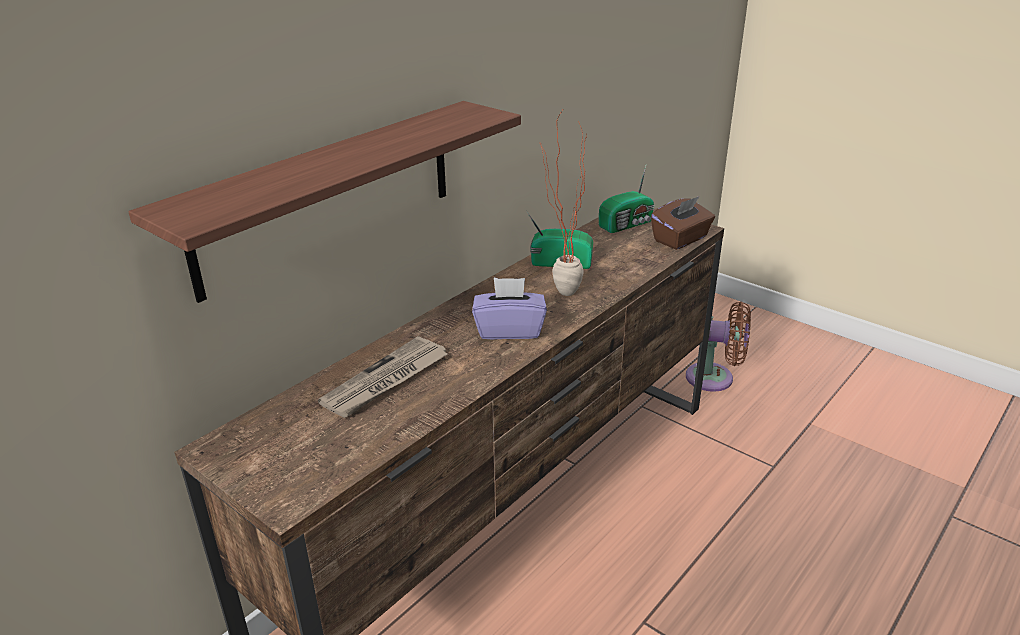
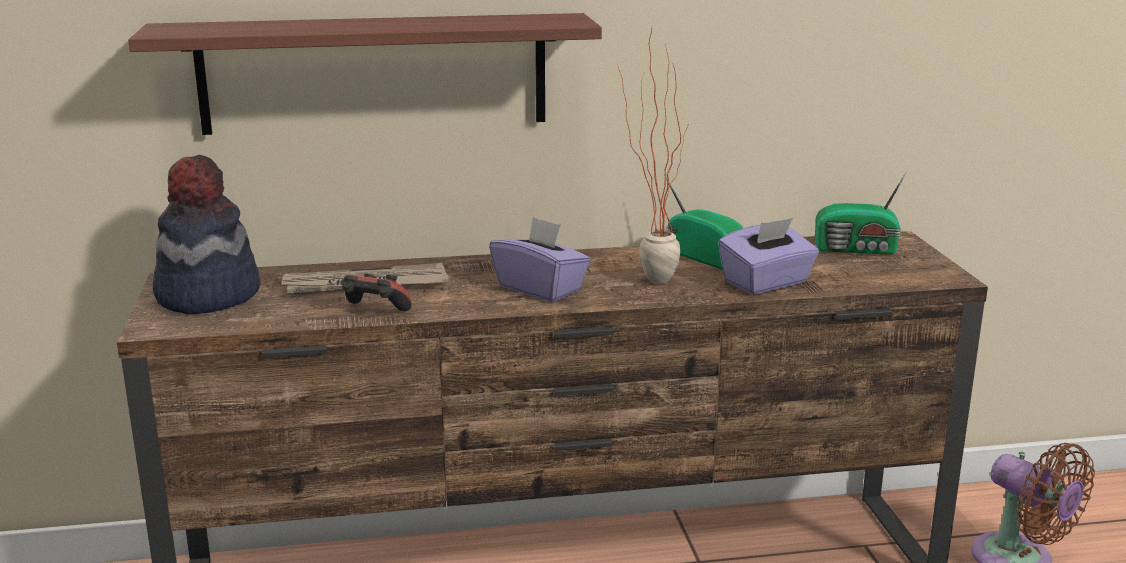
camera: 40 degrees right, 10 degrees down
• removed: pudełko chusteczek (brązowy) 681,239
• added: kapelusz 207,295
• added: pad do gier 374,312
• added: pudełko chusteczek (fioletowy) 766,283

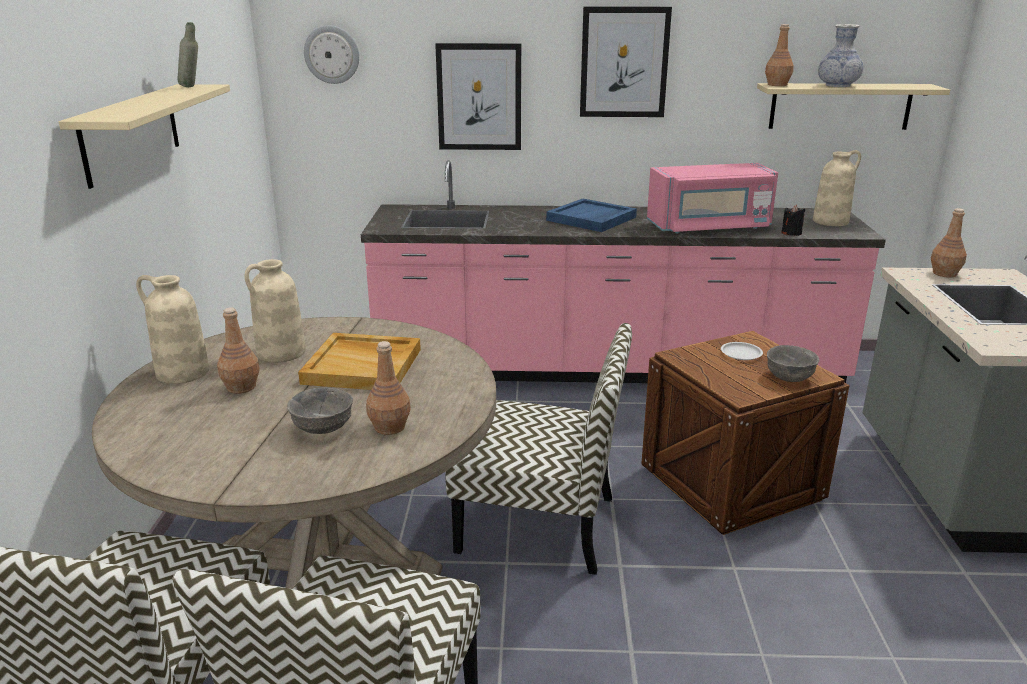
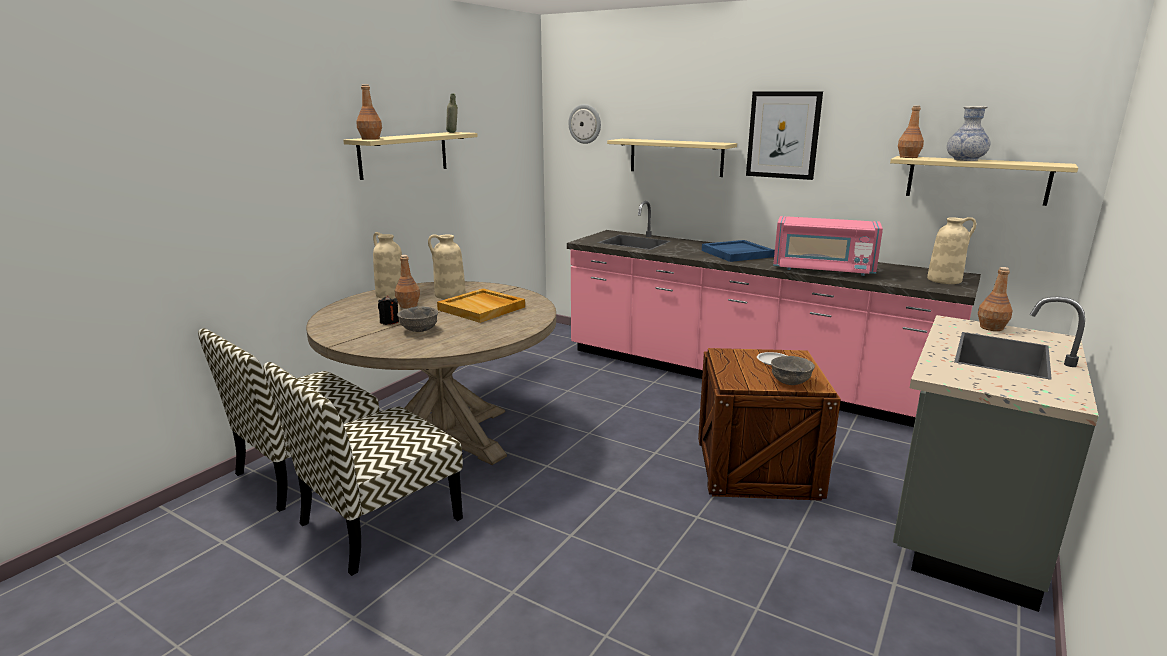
camera: 30 degrees right, 5 degrees down
• removed: krzesło 540,524
• moved: butelka (brązowy) 389,427 to 370,139
• moved: świeca (czarny) 791,233 to 389,322
• replaced: obraz 479,97 to półka (beżowy) 676,157

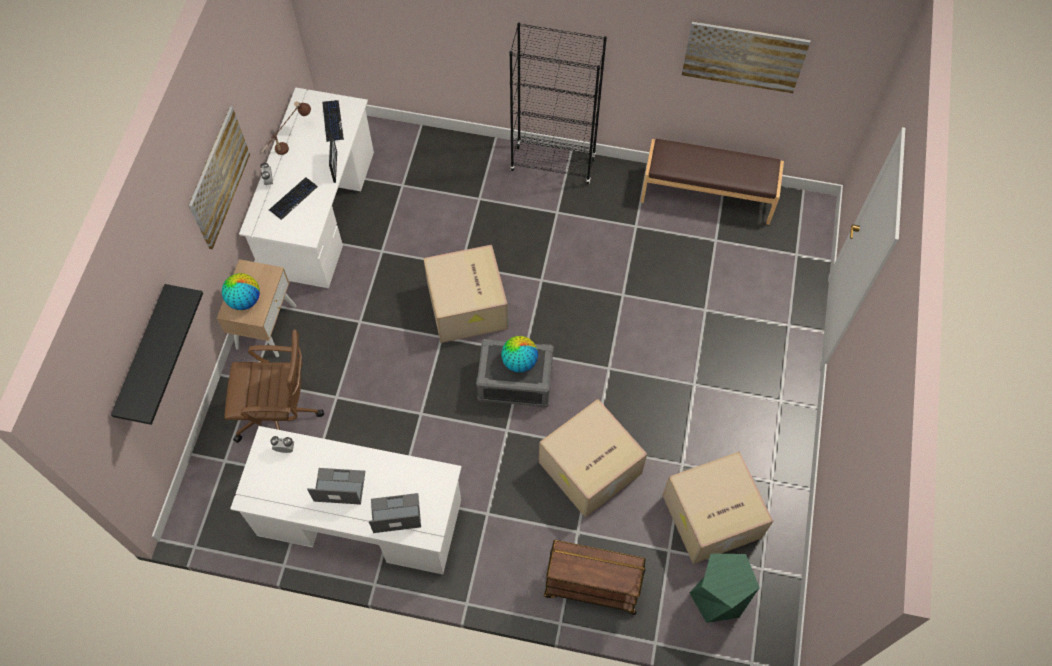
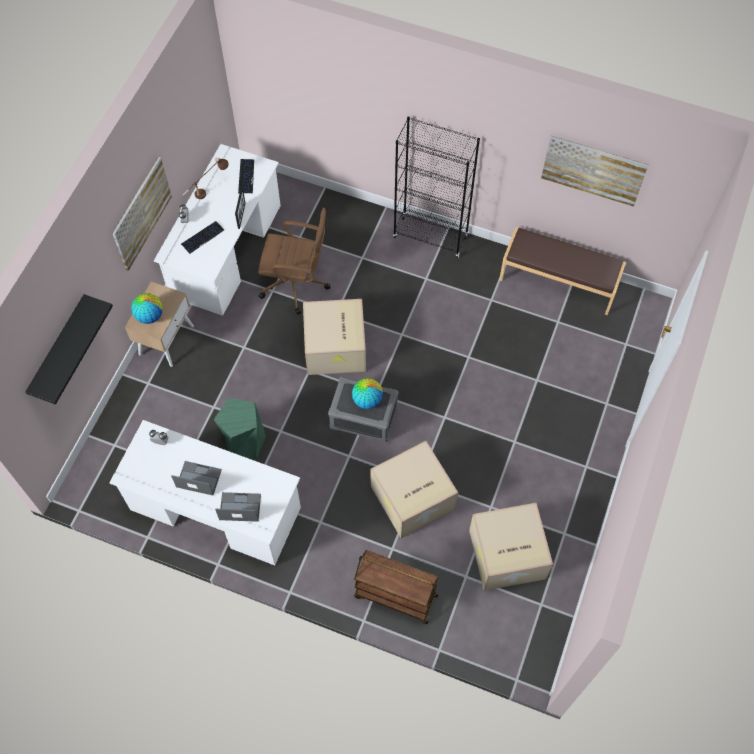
camera: 10 degrees right, 0 degrees up
• moved: krzesło biurowe (brązowy) 280,415 to 296,284
• moved: stołek (zielony) 717,597 to 244,442

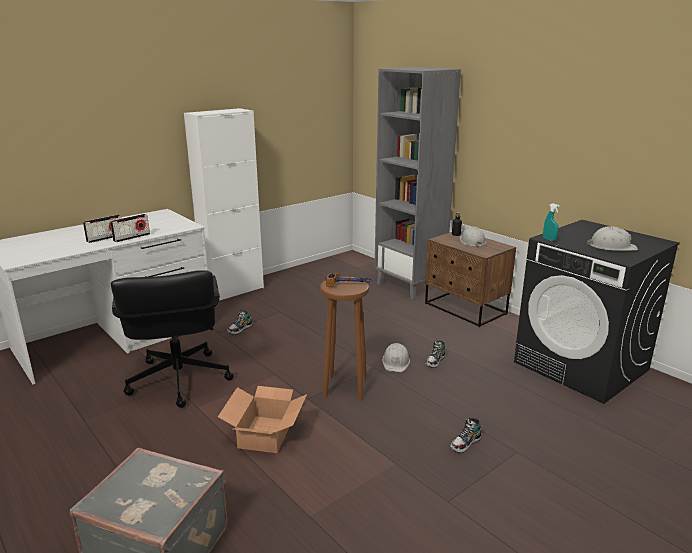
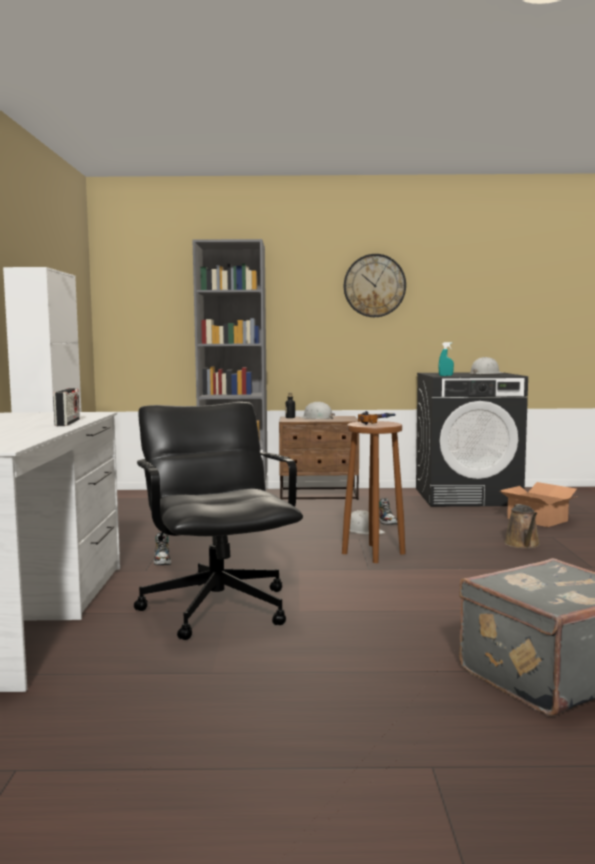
camera: 50 degrees left, 15 degrees down
• removed: radio 105,238
• added: zegar ścienny 374,285
• moved: karton 266,434 to 537,519
• replaced: but 465,444 to konewka (brązowy) 523,545
• turned: krzesło biurowe (czarny) 178,380 = 218,608 135 degrees counterclockwise

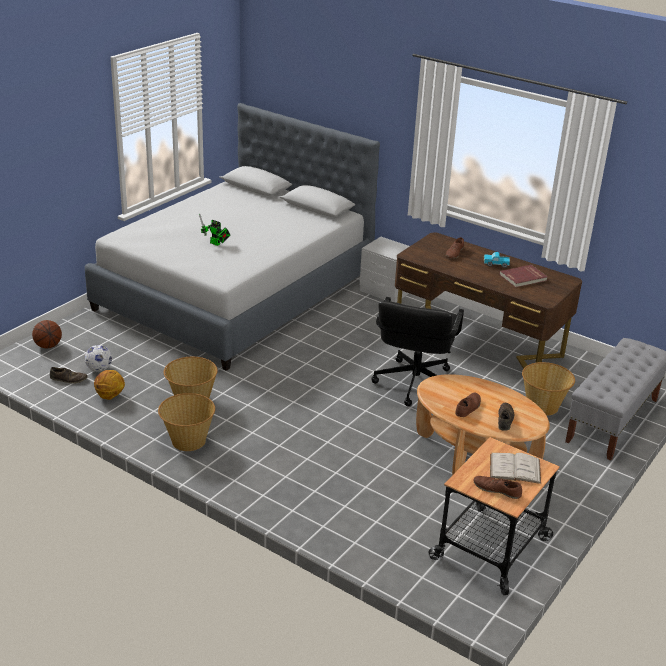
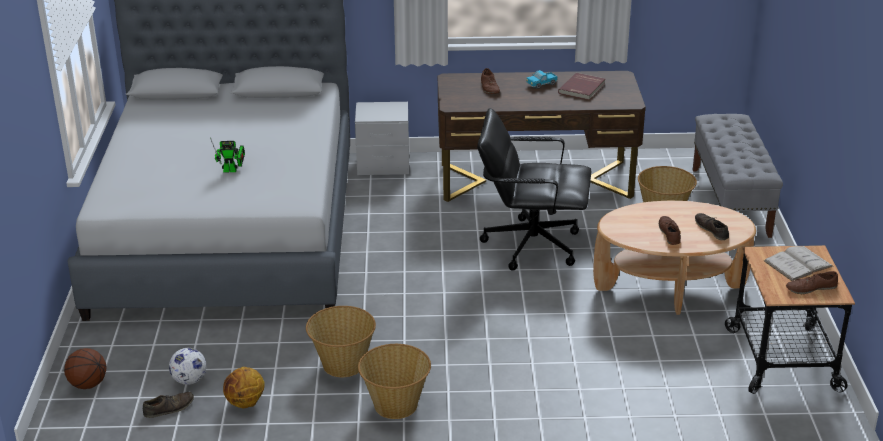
camera: 35 degrees left, 0 degrees up
• turned: krzesło biurowe (czarny) 414,383 = 531,245 120 degrees clockwise

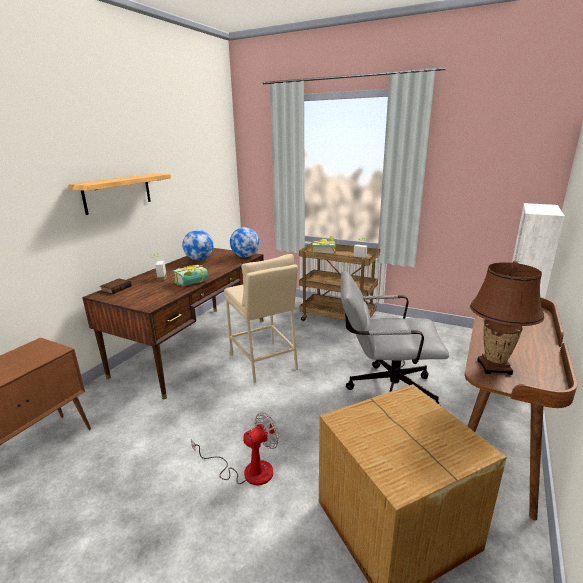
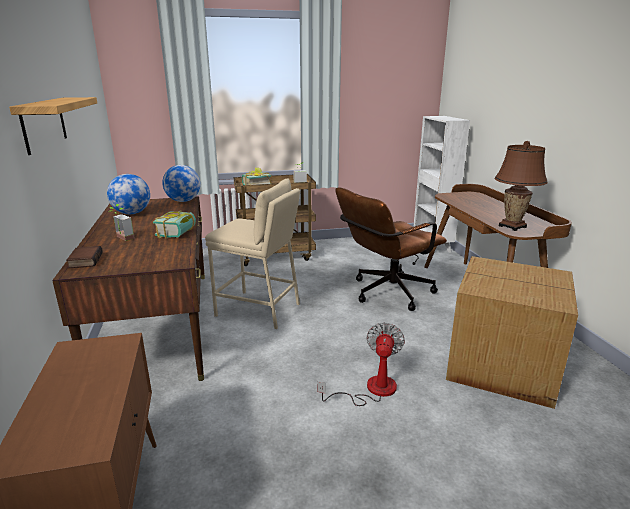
camera: 40 degrees left, 0 degrees up
• recoloured: krzesło biurowe (szary) 384,390 to krzesło biurowe (brązowy) 386,293

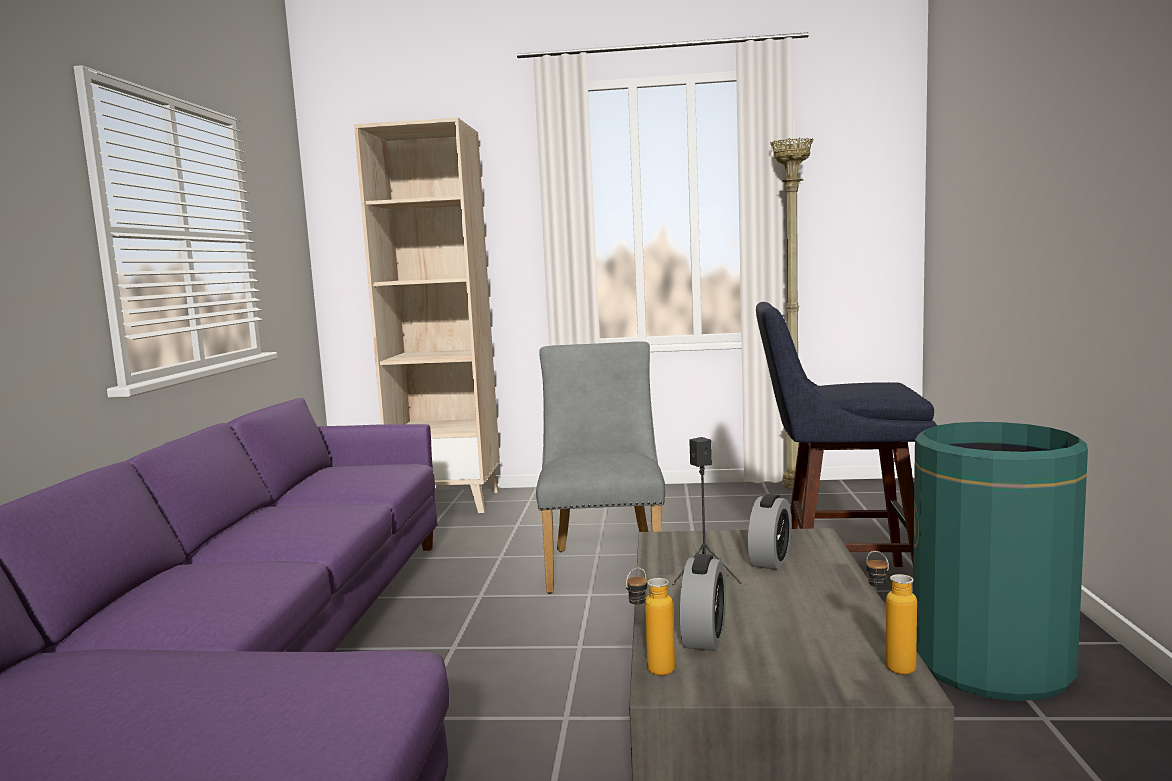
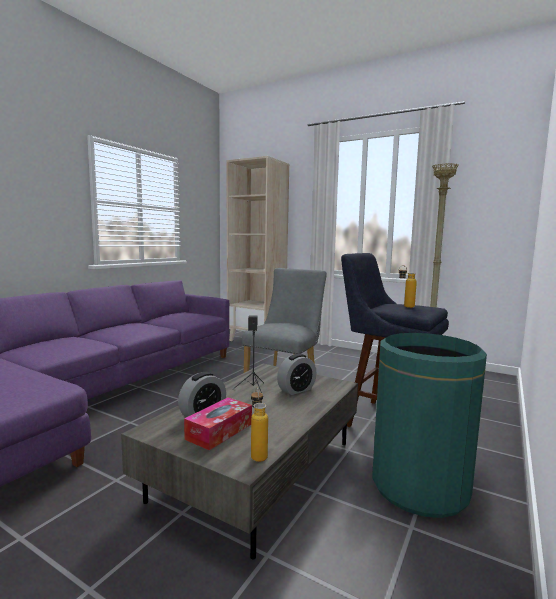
camera: 25 degrees right, 0 degrees up
• added: pudełko chusteczek 219,431
• moved: butelka 651,673 to 405,307

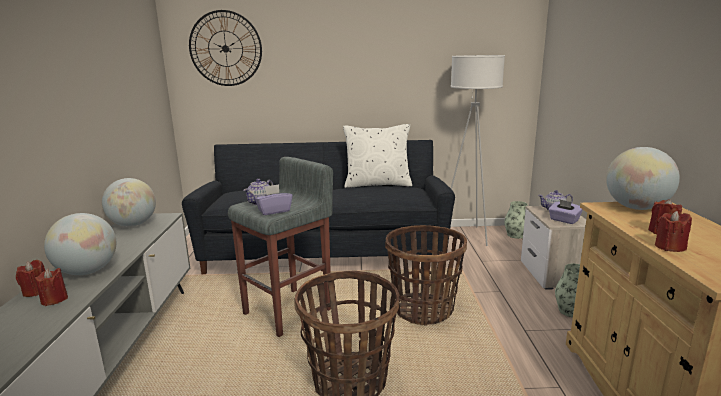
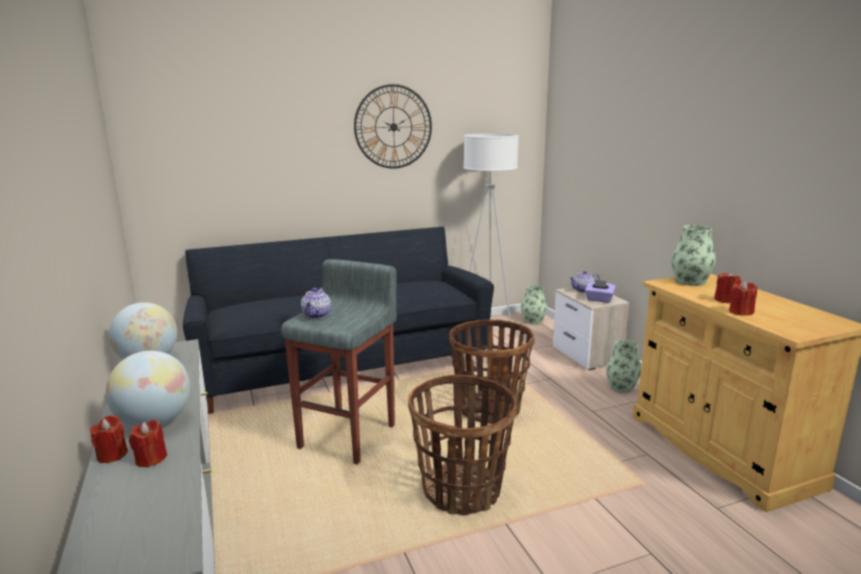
camera: 20 degrees left, 0 degrees up
• removed: pudełko chusteczek (fioletowy) 274,211
• removed: poduszka (biały) 377,184
• moved: zegar ścienny 225,48 to 393,127
• replaced: globus 636,208 to wazon 690,281

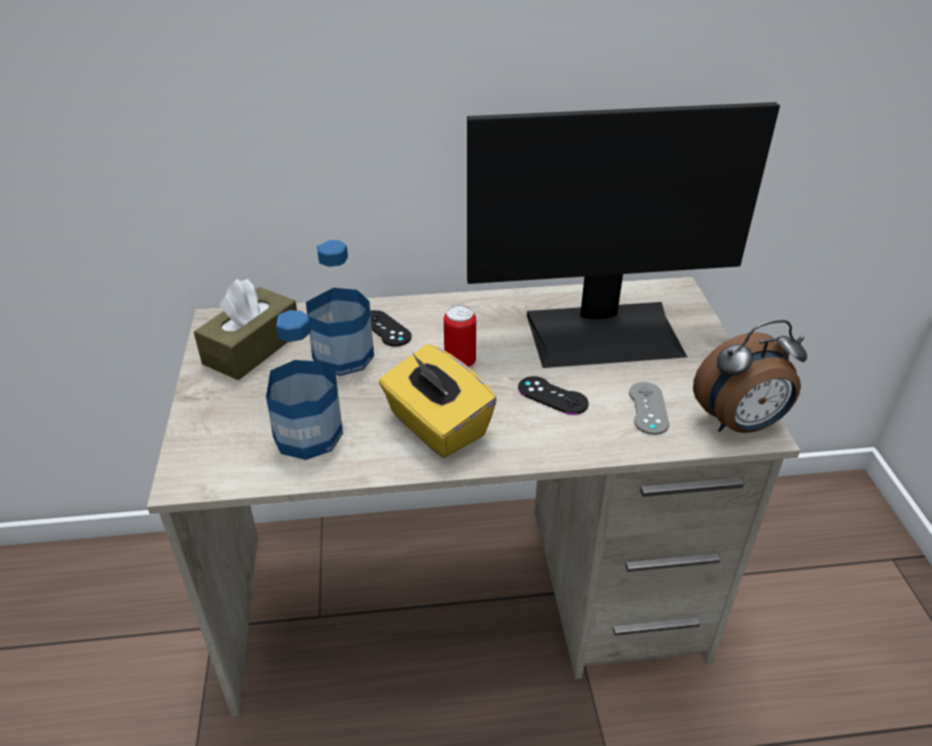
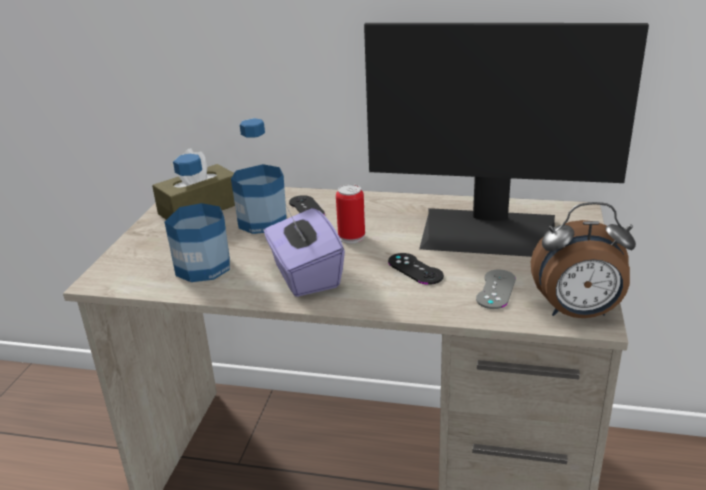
camera: 20 degrees right, 10 degrees down
• recoloured: pudełko chusteczek (żółty) 436,426 to pudełko chusteczek (fioletowy) 305,275

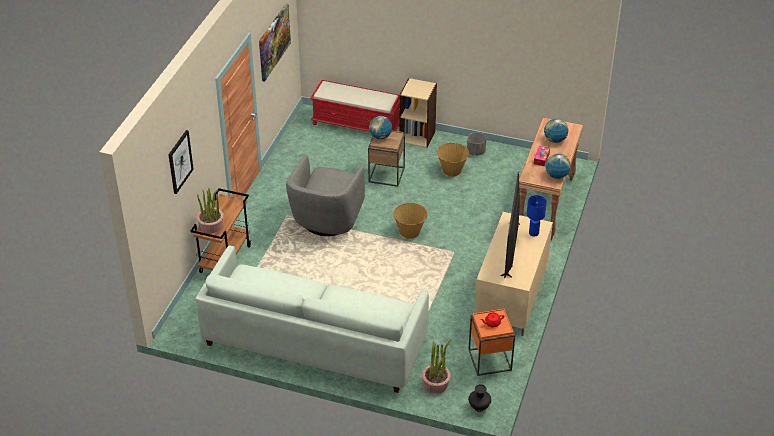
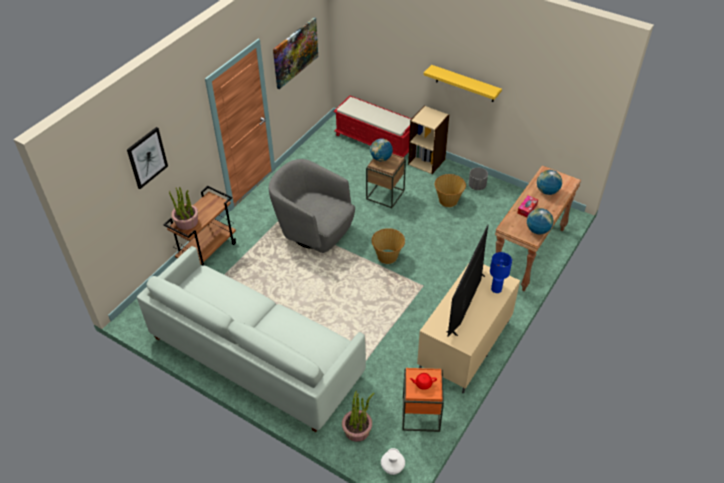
camera: 15 degrees right, 5 degrees up
• added: półka (żółty) 465,84
• recoloured: wazon (czarny) 479,406 to wazon (biały) 392,468
• turned: fotel (szary) 327,220 = 314,230 90 degrees clockwise

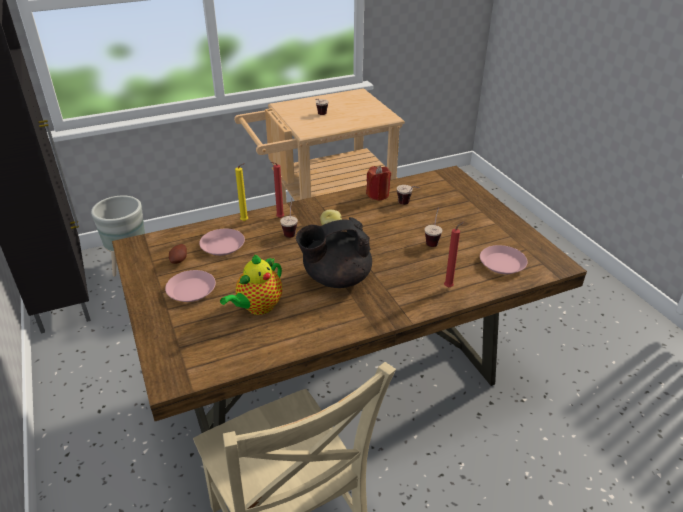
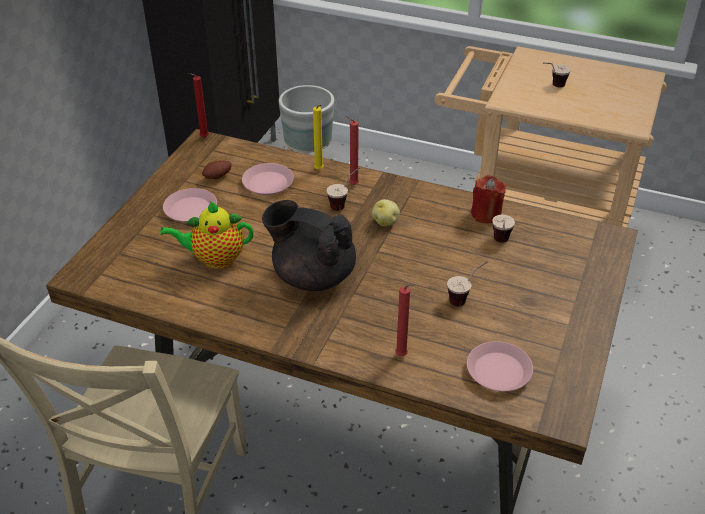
camera: 45 degrees right, 5 degrees up
• added: świeca (czerwony) 203,138

